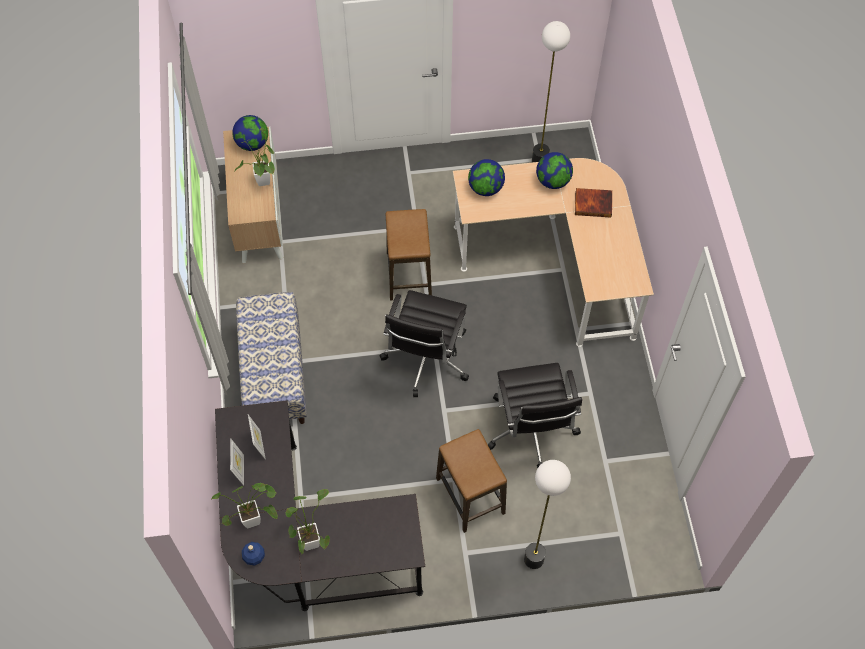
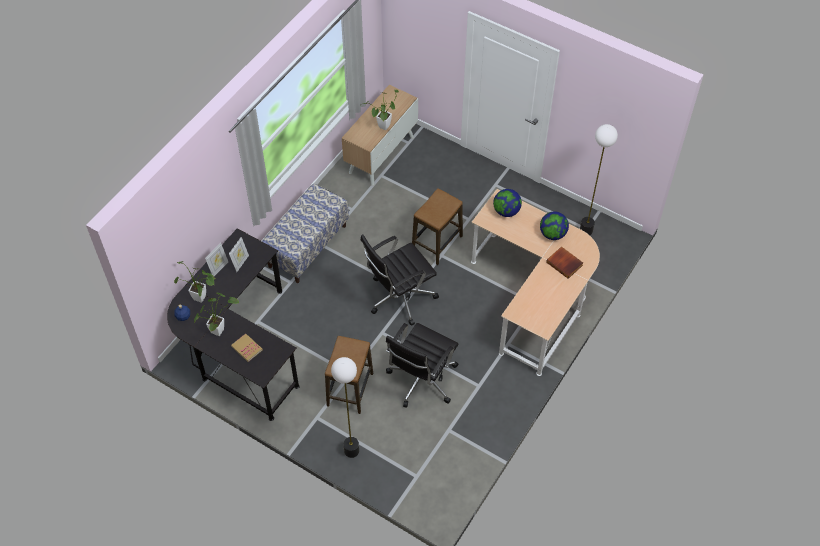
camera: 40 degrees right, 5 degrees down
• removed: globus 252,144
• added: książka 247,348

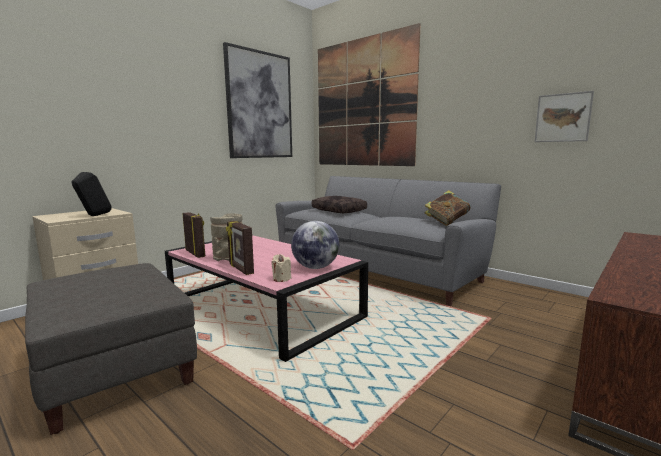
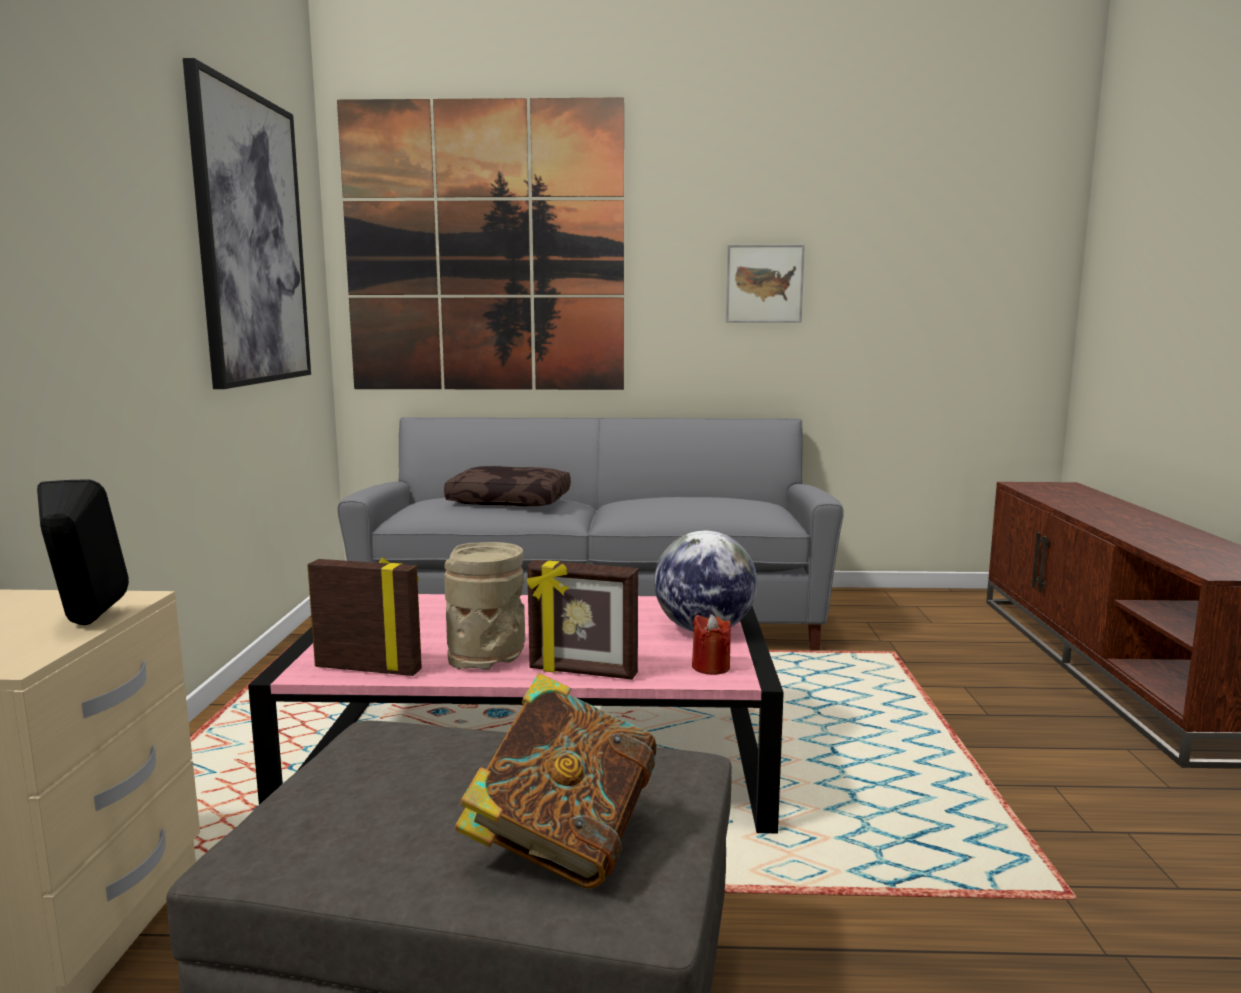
camera: 40 degrees left, 0 degrees up
• moved: książka 446,223 to 562,844
• moved: obraz 562,117 to 764,284
• recoloured: świeca (beżowy) 281,279 to świeca (czerwony) 710,667

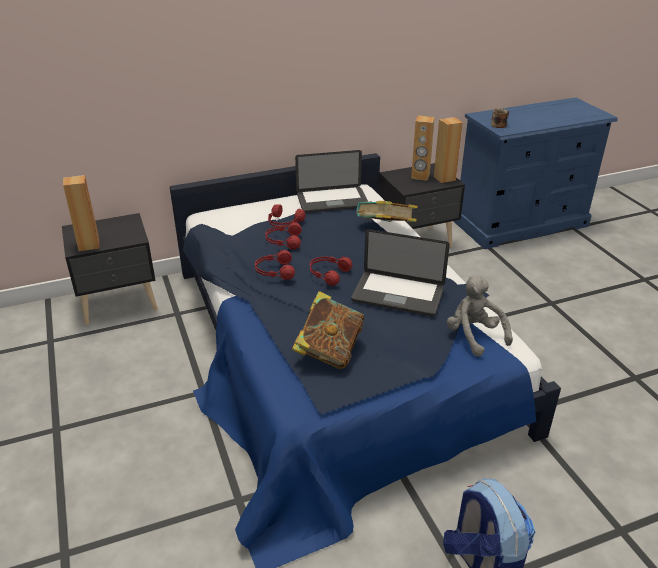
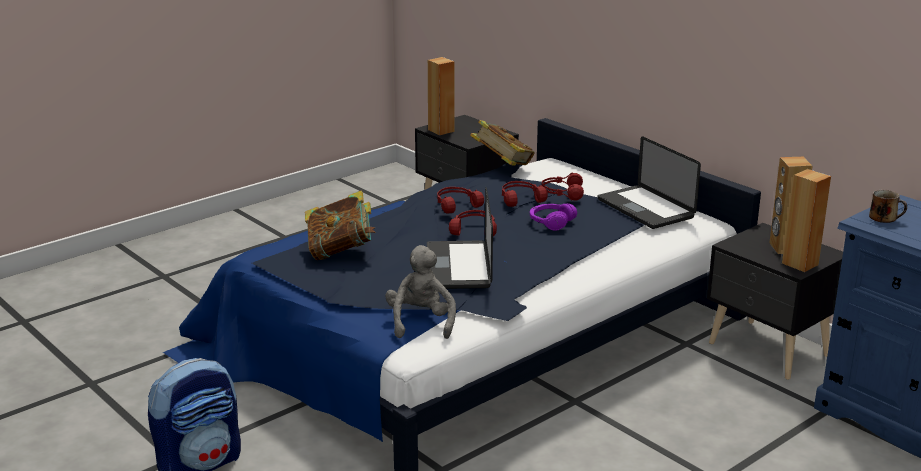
camera: 70 degrees right, 10 degrees down
• added: słuchawki (fioletowy) 551,222
• moved: książka 385,230 to 502,166
• turned: pluszak (szary) 474,336 = 421,322 45 degrees counterclockwise

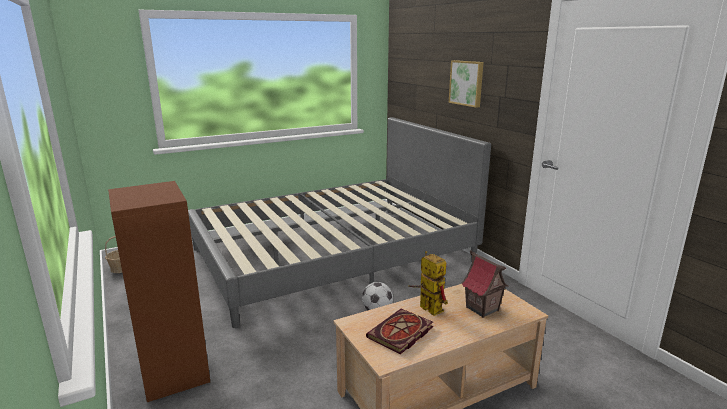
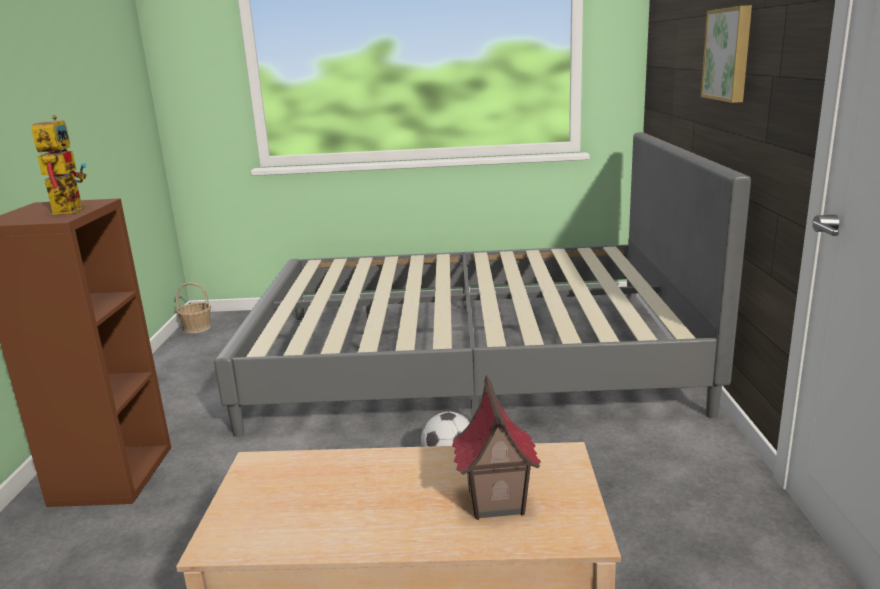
camera: 30 degrees right, 0 degrees up
• removed: książka 400,334
• moved: robot zabawkowy 426,307 to 68,209

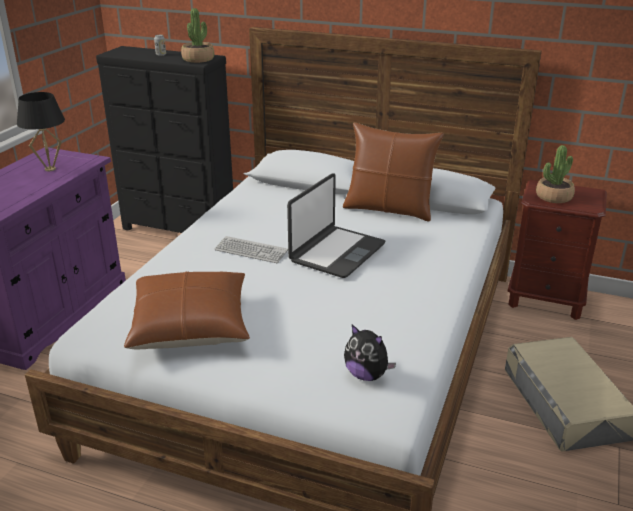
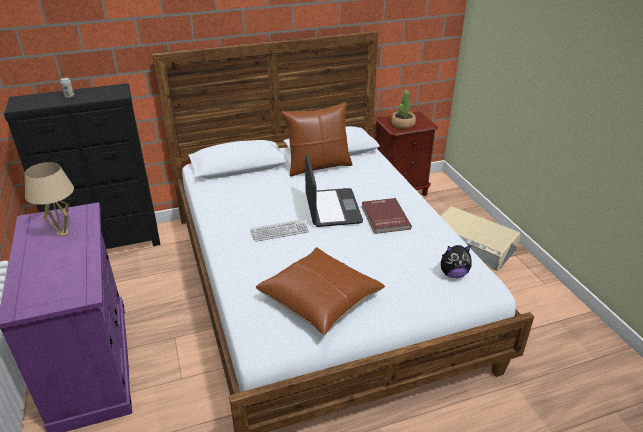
camera: 40 degrees left, 5 degrees up
• removed: roślina doniczkowa 198,59
• added: książka (czerwony) 384,217
• recoloured: lampa stołowa (czarny) 50,169 to lampa stołowa (beżowy) 63,233

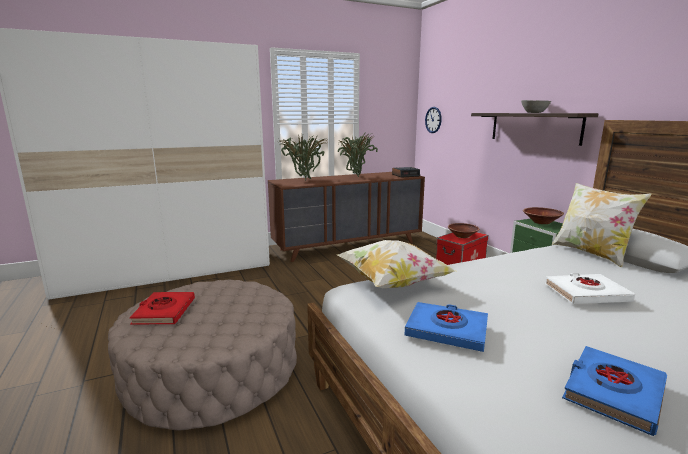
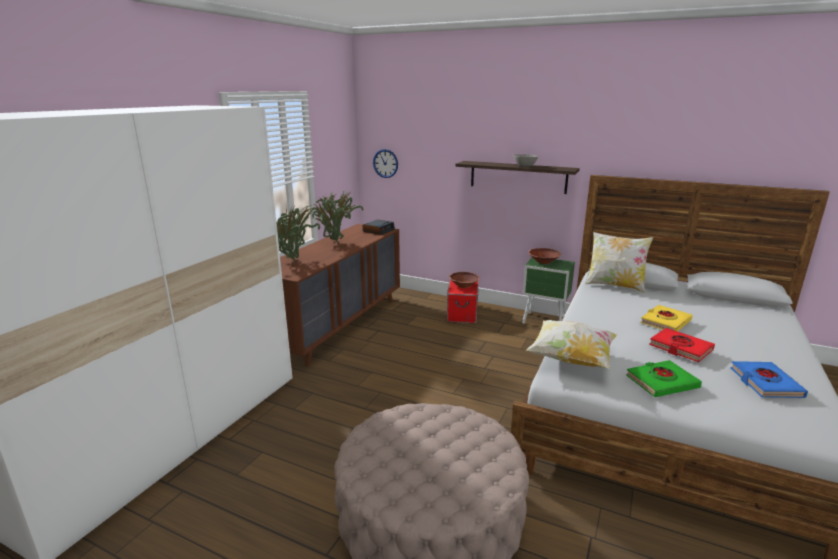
camera: 40 degrees left, 5 degrees up
• moved: książka (czerwony) 164,312 to 680,348
• recoloured: książka (niebieski) 447,331 to książka (zielony) 661,382
• recoloured: książka (biały) 586,293 to książka (żółty) 665,322

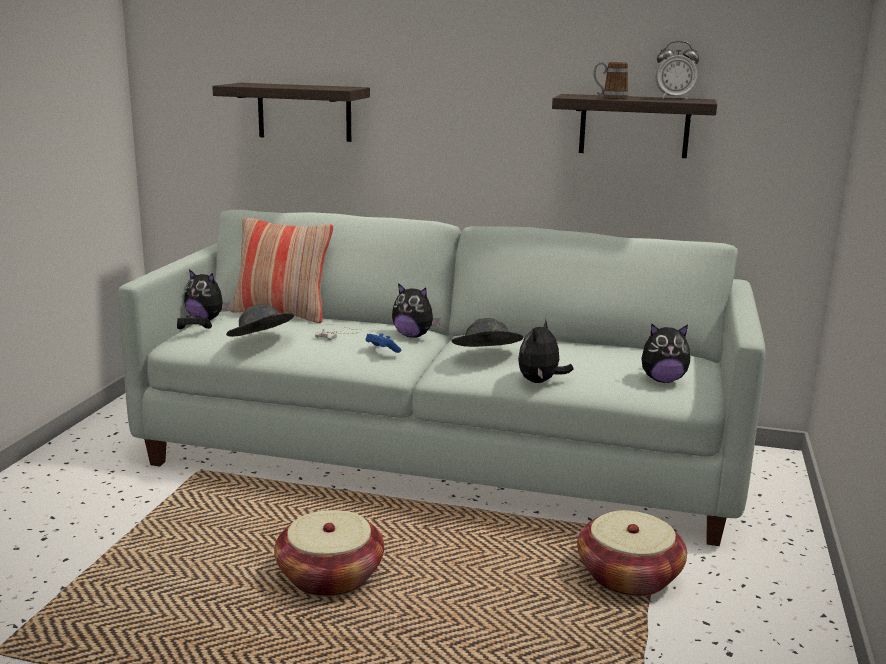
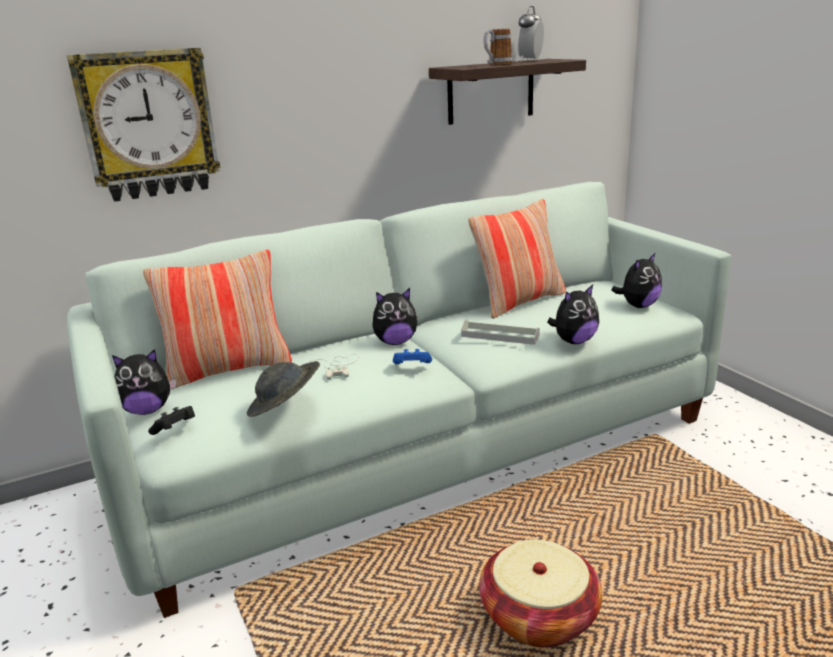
camera: 40 degrees left, 5 degrees up
• removed: koszyk 628,577
• added: poduszka 519,301
• replaced: półka 304,112 to zegar ścienny 148,125
• replaced: kapelusz (szary) 486,356 to taca (szary) 500,336
• turned: pluszak 540,382 = 574,341 105 degrees counterclockwise
• turned: budzik 674,98 = 530,60 150 degrees clockwise

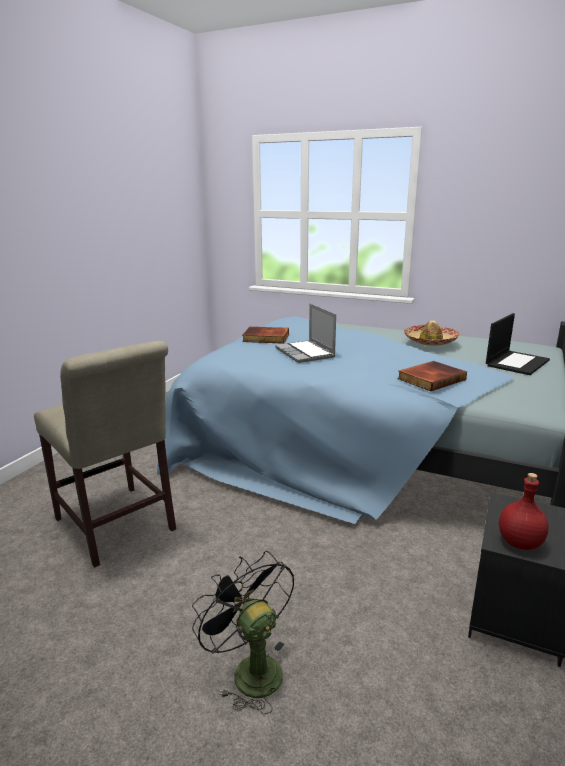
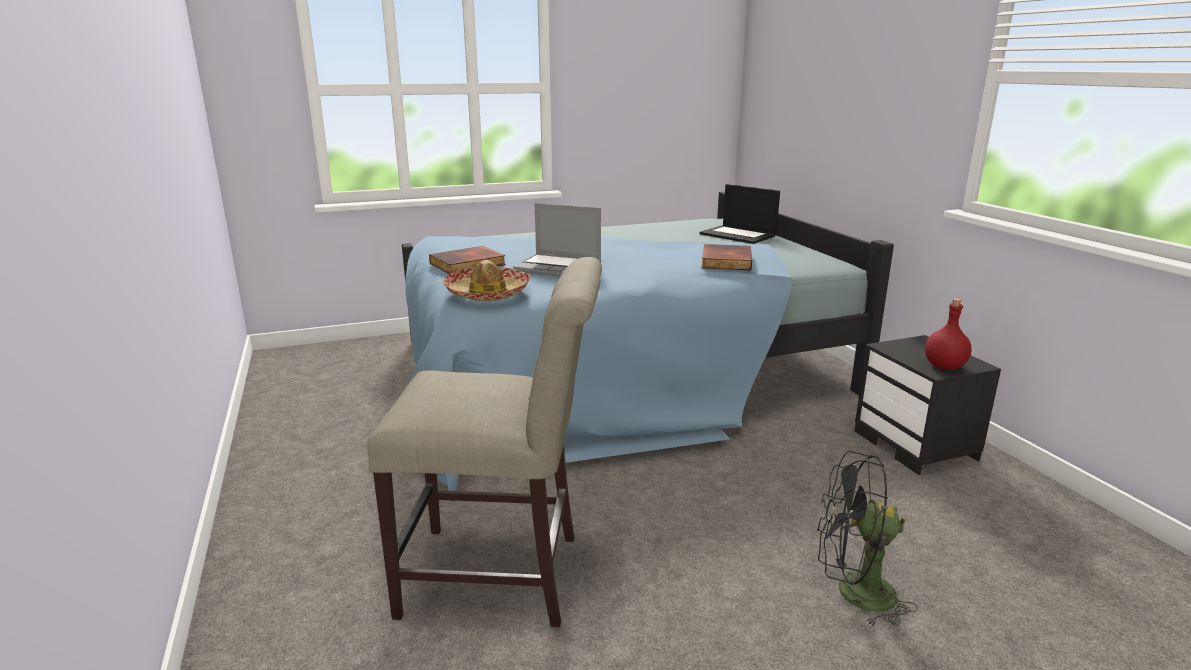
camera: 45 degrees left, 0 degrees up
• moved: kapelusz 430,341 to 487,293
• turned: laptop 517,362 = 739,235 135 degrees clockwise

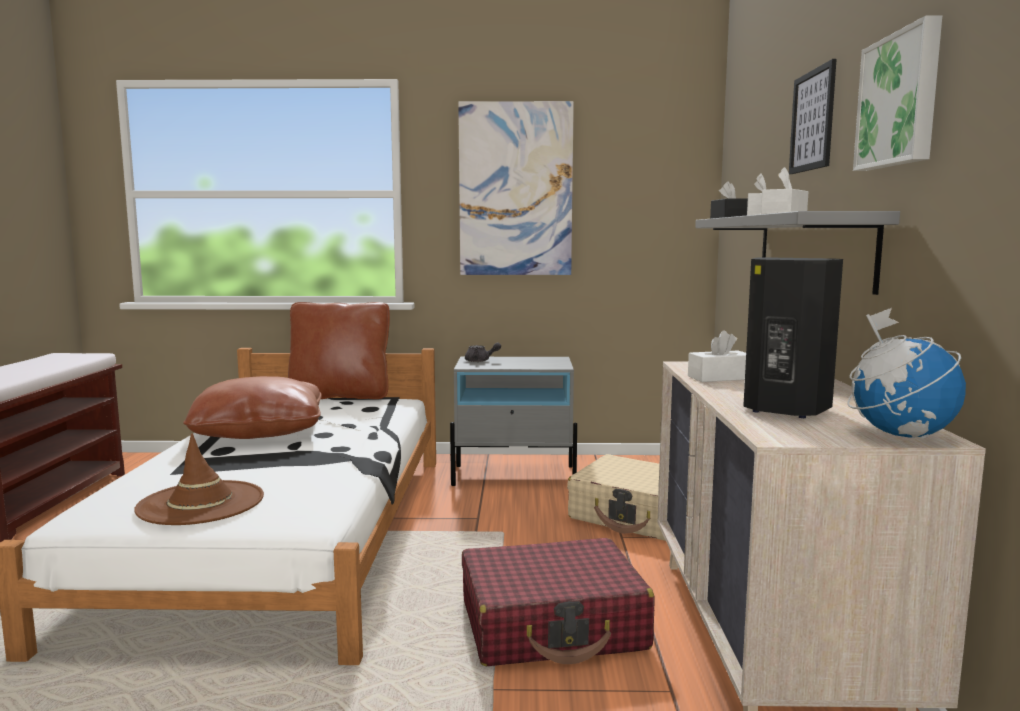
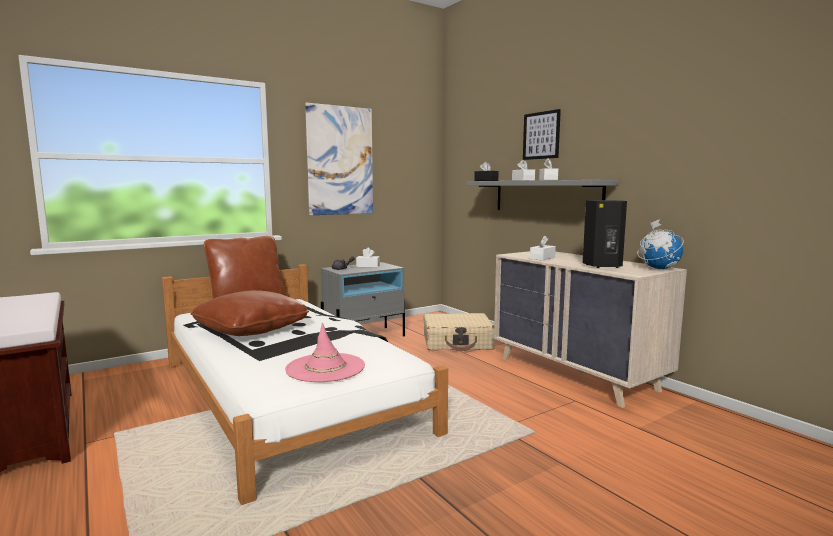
camera: 35 degrees left, 0 degrees up
• removed: walizka (czerwony) 553,625
• removed: obraz 901,100
• added: pudełko chusteczek (biały) 368,266
• recoloured: kapelusz (brązowy) 201,503 to kapelusz (różowy) 325,368

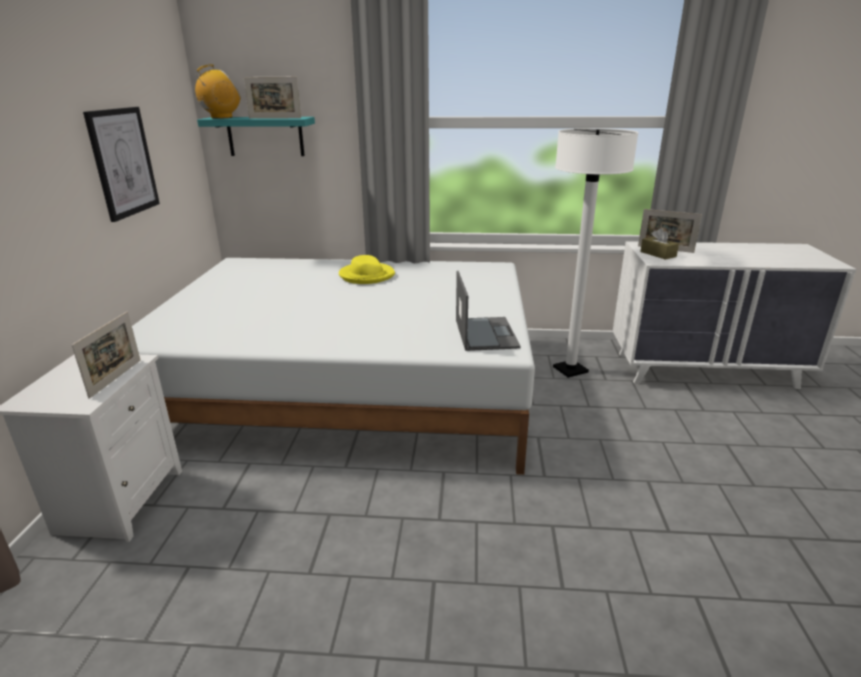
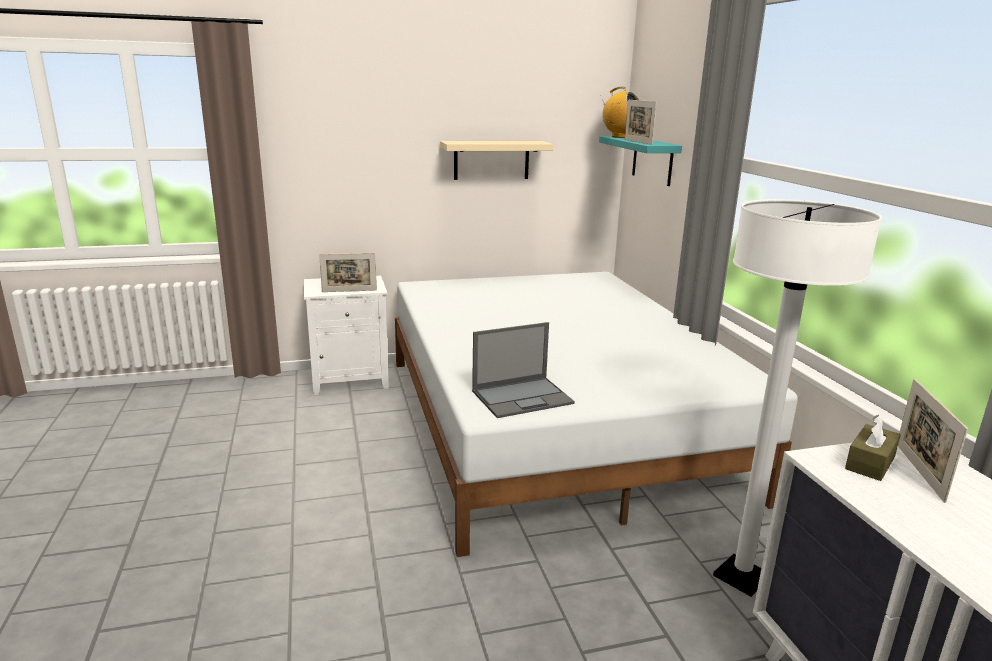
camera: 70 degrees right, 5 degrees down
• removed: kapelusz (żółty) 366,275
• replaced: obraz 123,162 to półka (beżowy) 491,160

